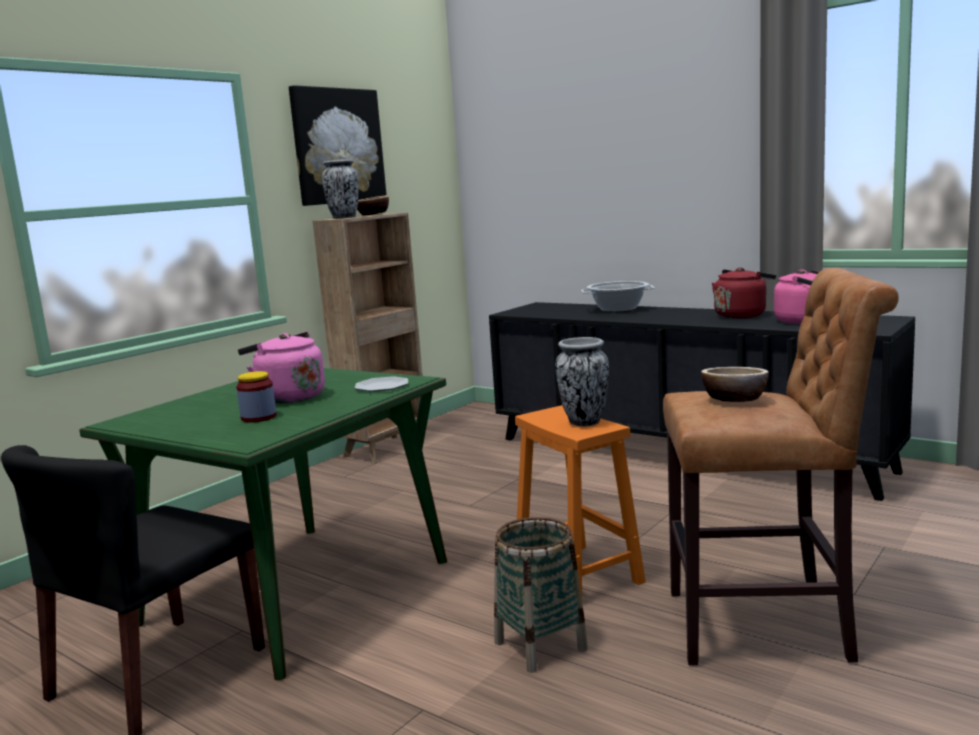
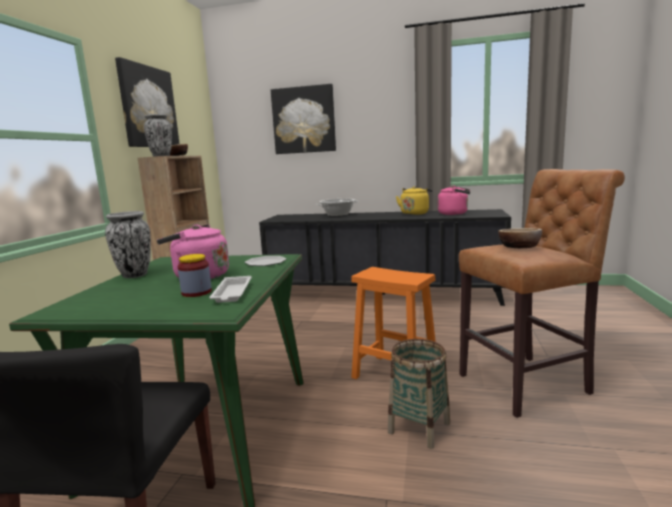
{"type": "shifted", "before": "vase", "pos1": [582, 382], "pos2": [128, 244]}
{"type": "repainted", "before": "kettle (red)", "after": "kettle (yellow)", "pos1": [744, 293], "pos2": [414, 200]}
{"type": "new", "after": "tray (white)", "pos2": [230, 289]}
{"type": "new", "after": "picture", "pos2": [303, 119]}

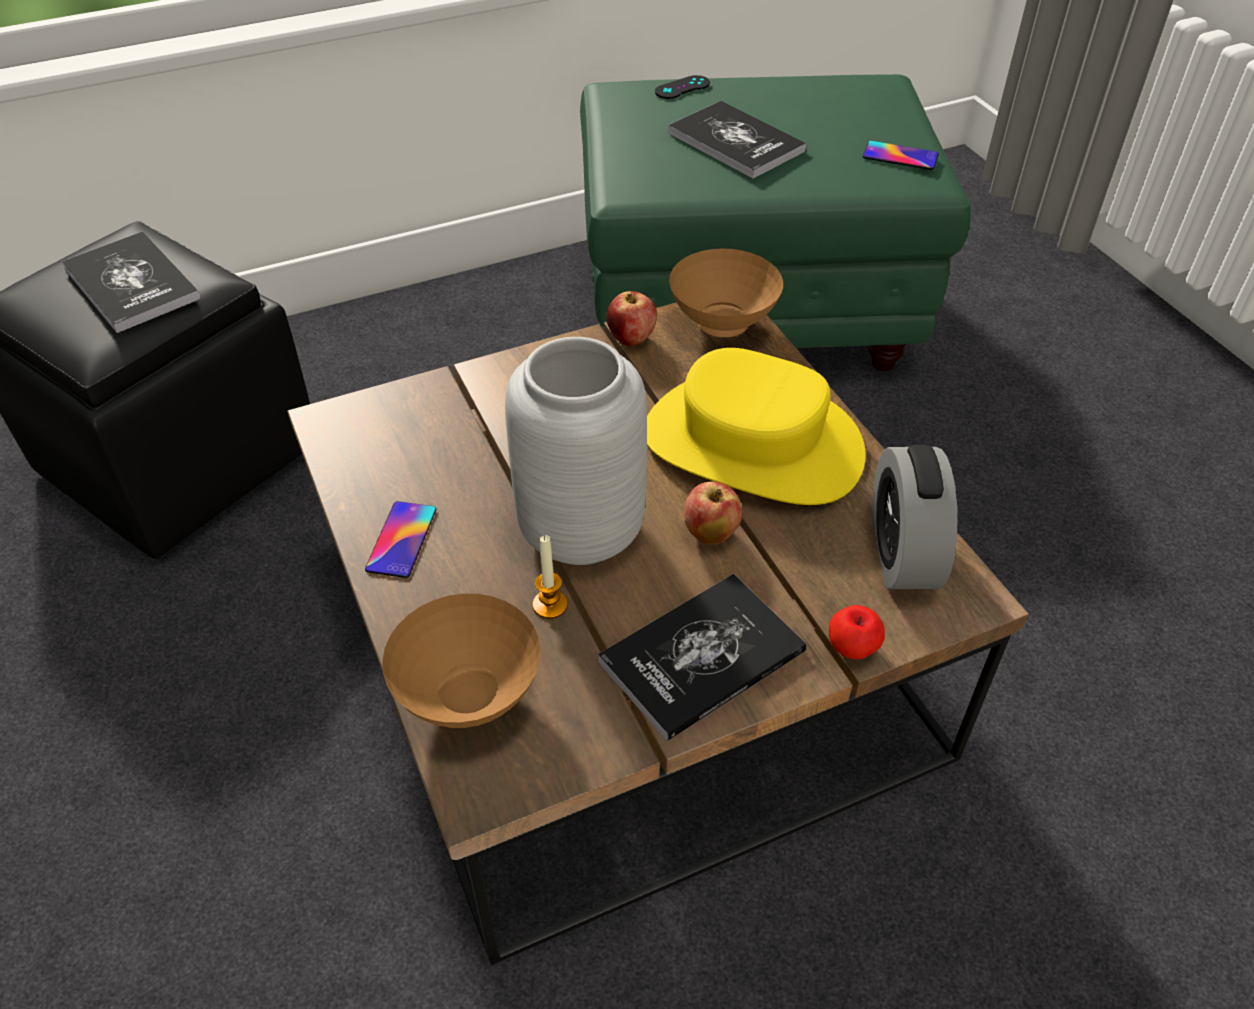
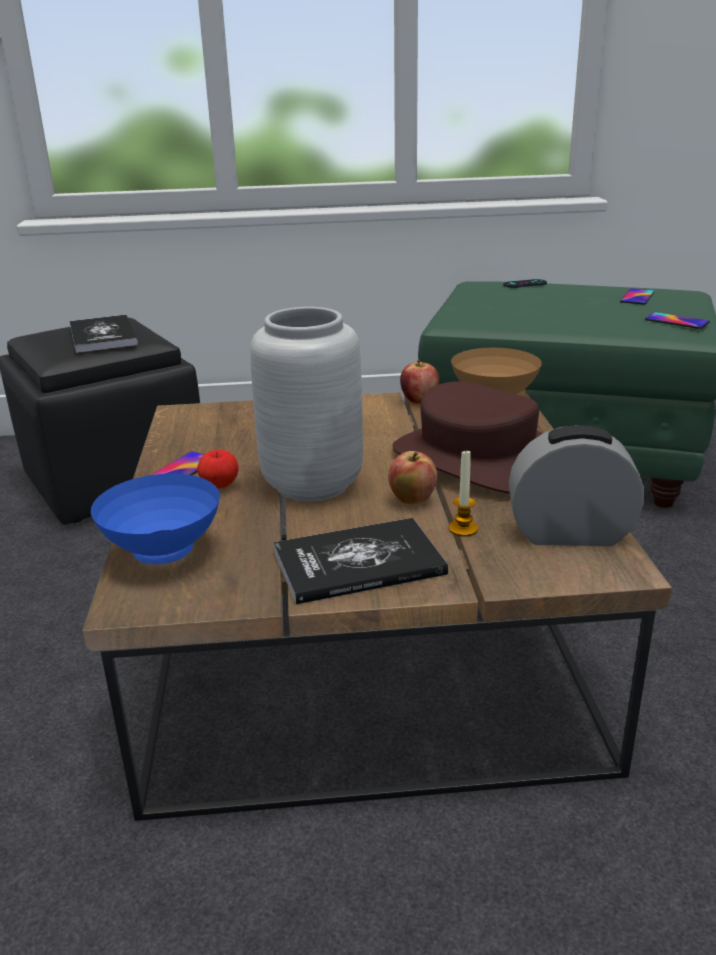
{"type": "repainted", "before": "bowl (brown)", "after": "bowl (blue)", "pos1": [461, 661], "pos2": [155, 519]}
{"type": "shifted", "before": "candle", "pos1": [550, 577], "pos2": [464, 494]}
{"type": "repainted", "before": "hat (yellow)", "after": "hat (brown)", "pos1": [756, 426], "pos2": [467, 437]}
{"type": "gone", "before": "book", "pos1": [737, 140]}
{"type": "shifted", "before": "apple", "pos1": [857, 632], "pos2": [218, 469]}
{"type": "rotated", "before": "alarm clock", "pos1": [915, 517], "pos2": [576, 485], "turn": 75}
{"type": "new", "after": "phone", "pos2": [637, 296]}

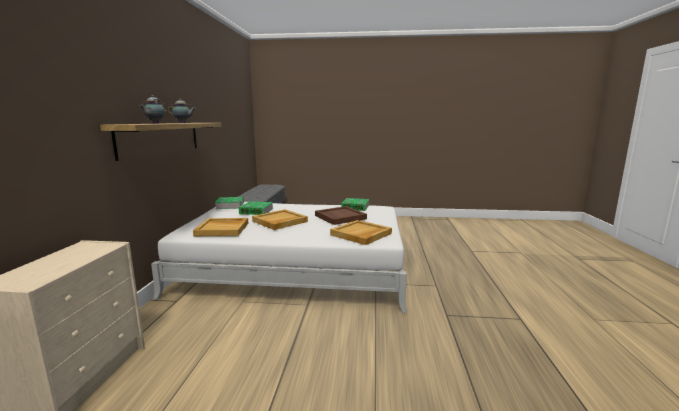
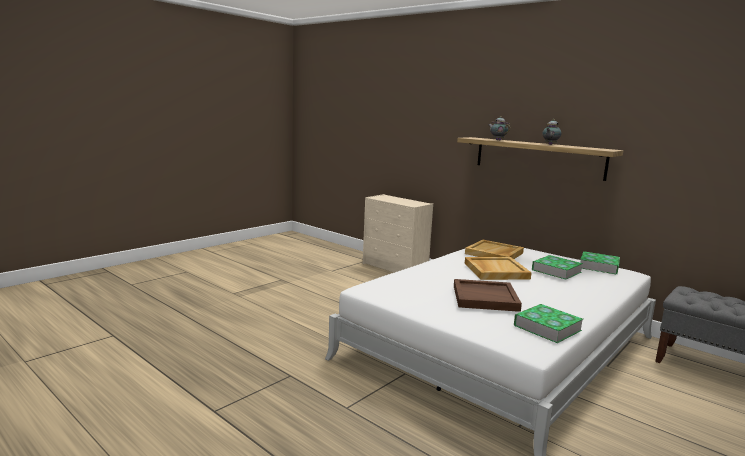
{"type": "gone", "before": "tray (beige)", "pos1": [361, 232]}

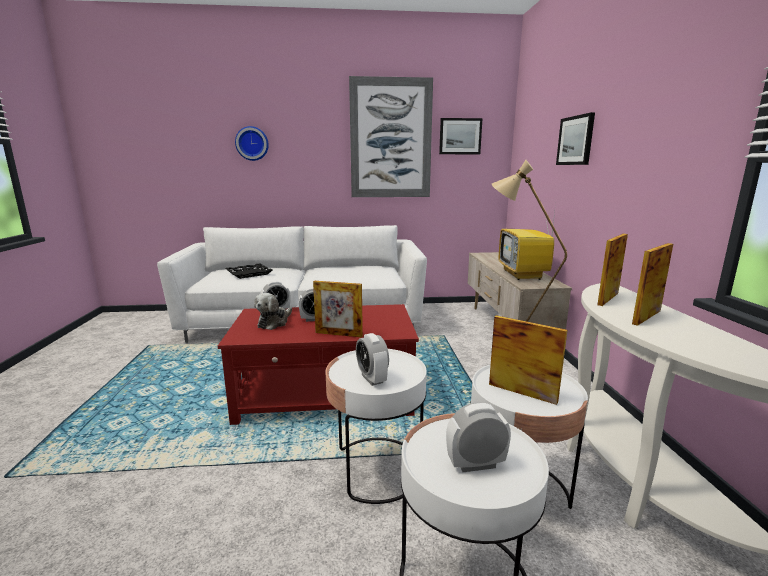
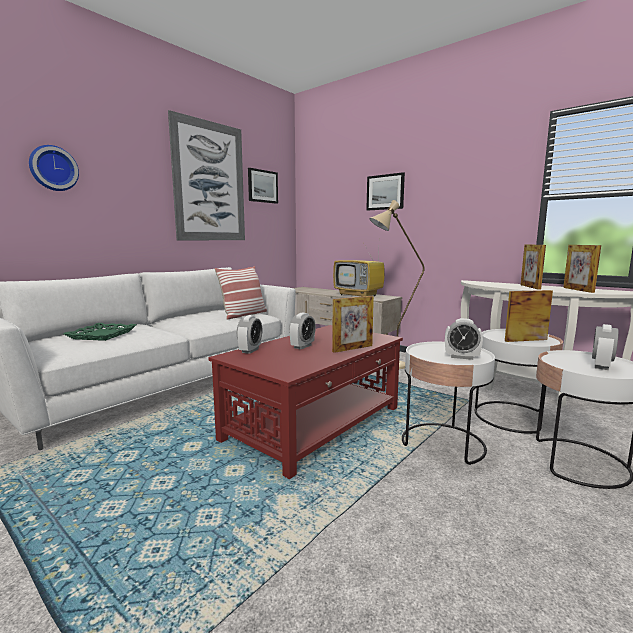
{"type": "repainted", "before": "tray (black)", "after": "tray (green)", "pos1": [248, 271], "pos2": [100, 332]}
{"type": "gone", "before": "plush toy", "pos1": [273, 311]}
{"type": "shifted", "before": "picture frame", "pos1": [612, 270], "pos2": [582, 269]}
{"type": "new", "after": "pillow", "pos2": [241, 293]}

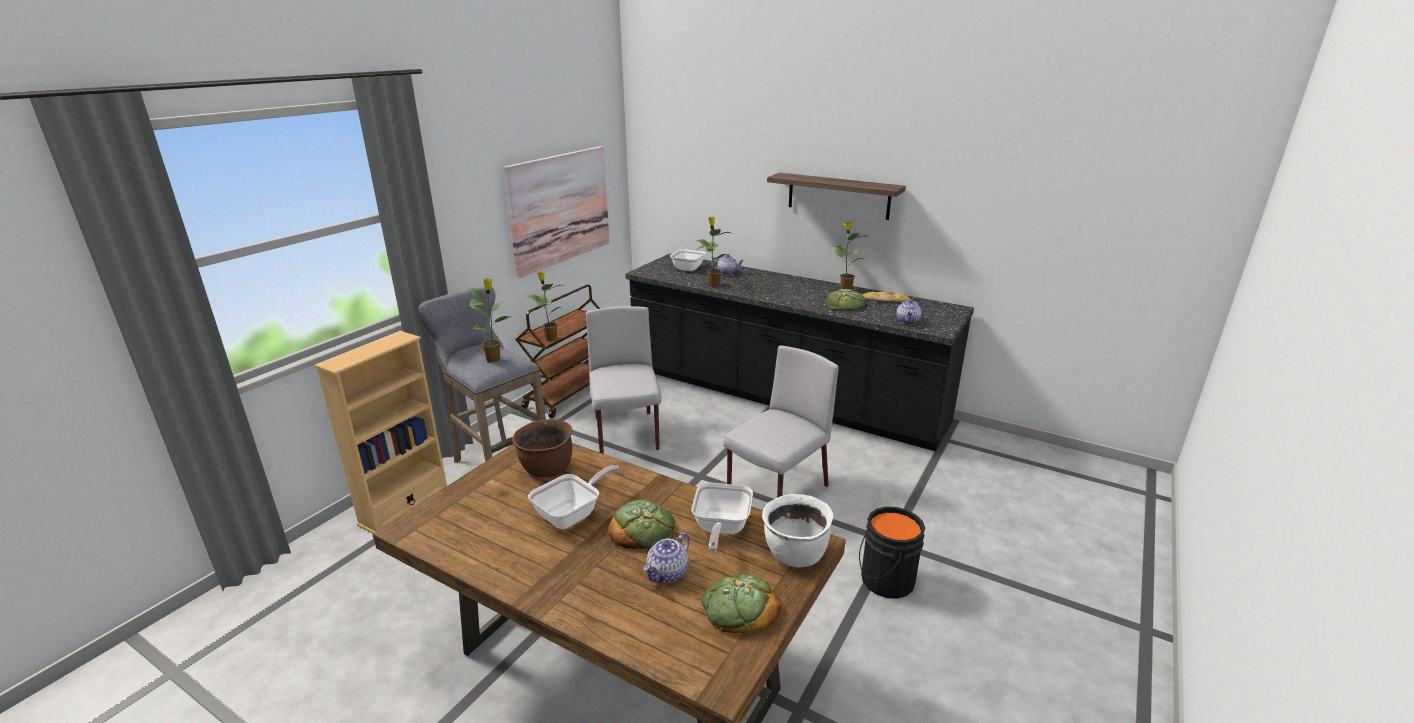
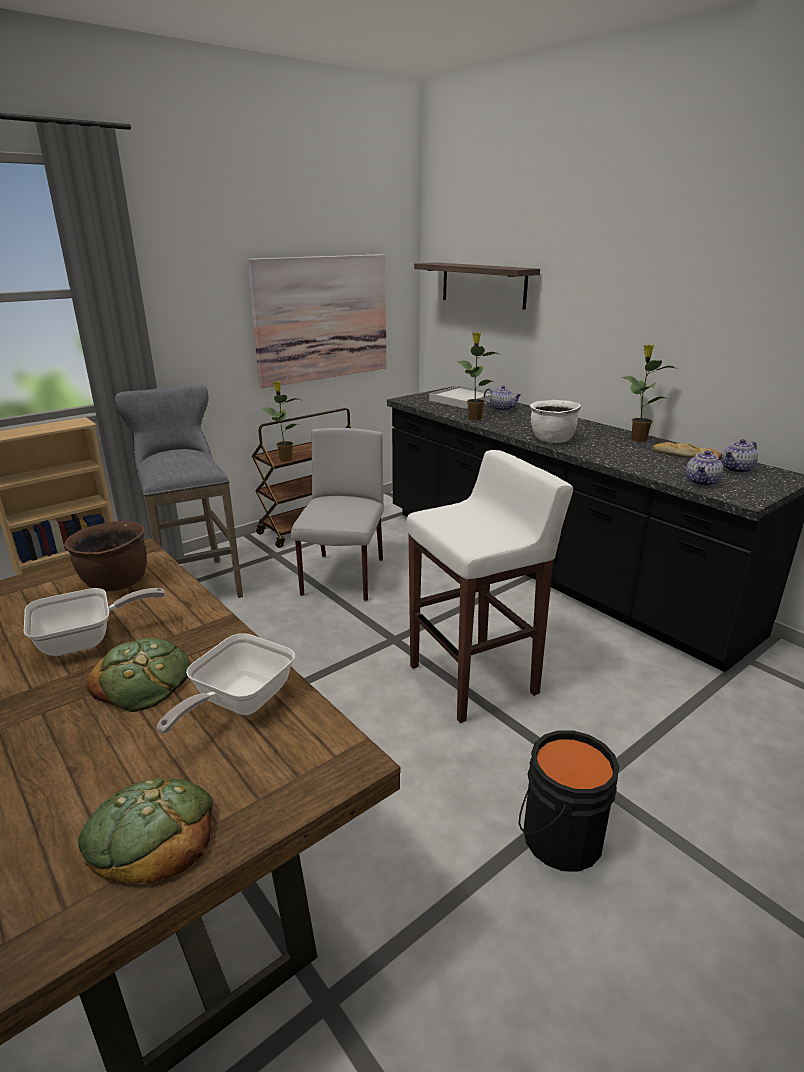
{"type": "gone", "before": "potted plant", "pos1": [490, 320]}
{"type": "shifted", "before": "teapot", "pos1": [666, 558], "pos2": [740, 456]}
{"type": "swapped", "before": "frying pan", "after": "tray (white)", "pos1": [687, 258], "pos2": [460, 397]}
{"type": "swapped", "before": "chair (grey)", "after": "stool (white)", "pos1": [781, 421], "pos2": [490, 586]}
{"type": "shifted", "before": "cooking pot (white)", "pos1": [798, 530], "pos2": [555, 421]}
{"type": "shifted", "before": "shelf", "pos1": [836, 196], "pos2": [477, 286]}
{"type": "gone", "before": "bread", "pos1": [846, 300]}

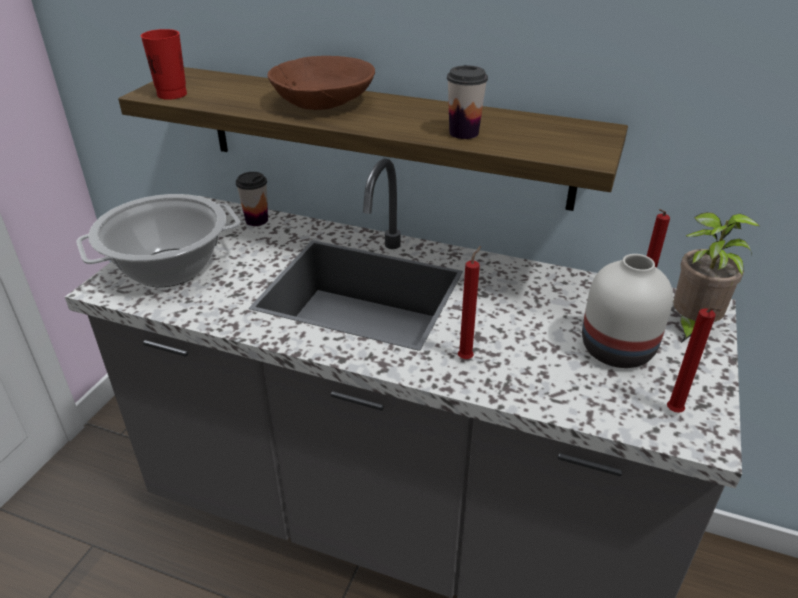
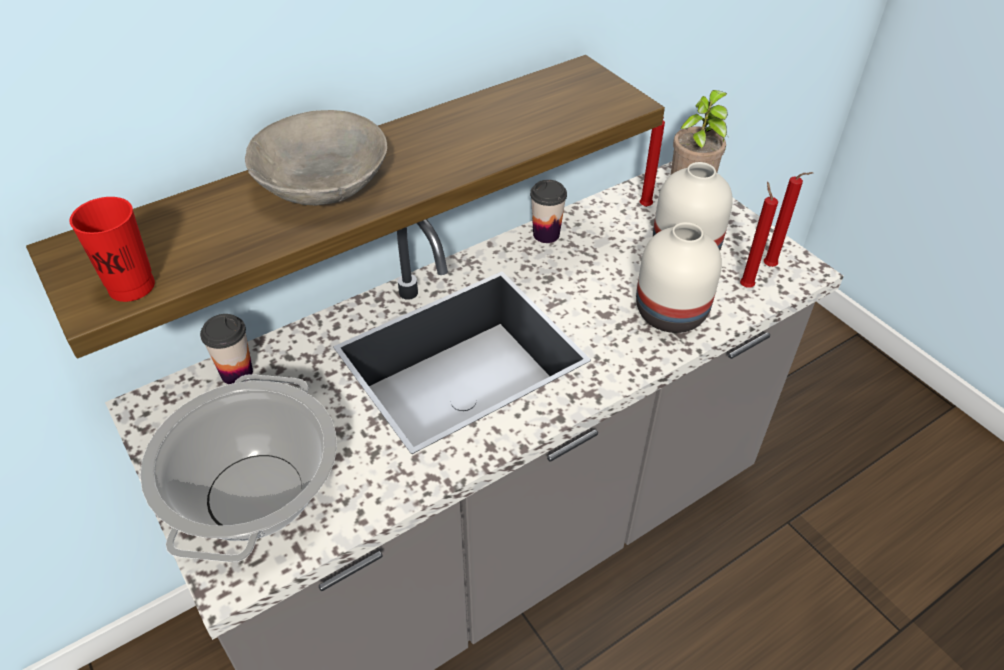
{"type": "repainted", "before": "bowl (brown)", "after": "bowl (grey)", "pos1": [321, 83], "pos2": [316, 157]}
{"type": "shifted", "before": "cup", "pos1": [467, 102], "pos2": [548, 211]}
{"type": "shifted", "before": "candle (red)", "pos1": [469, 302], "pos2": [759, 234]}
{"type": "new", "after": "vase (white)", "pos2": [679, 277]}

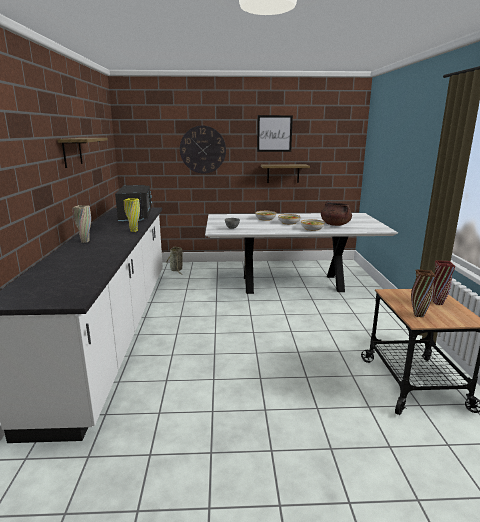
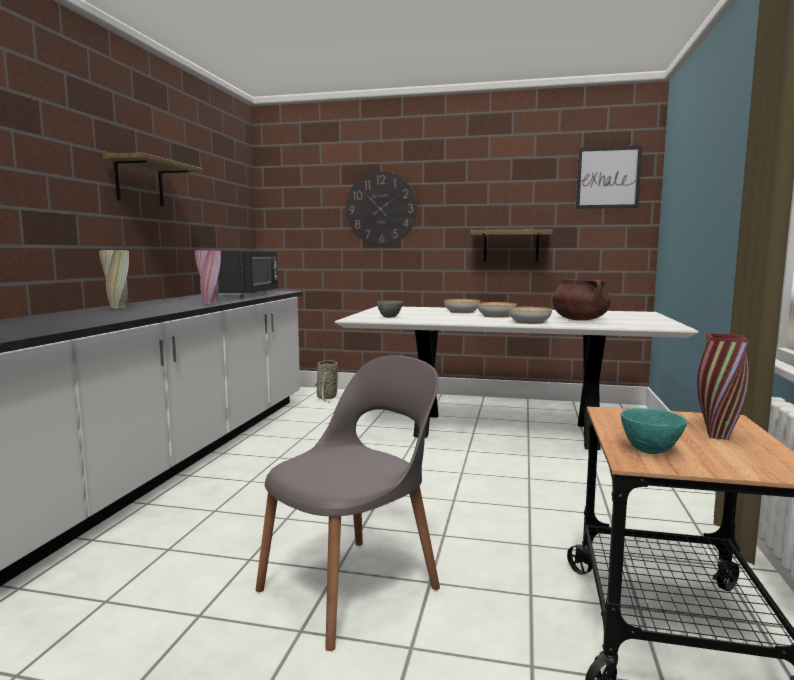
{"type": "repainted", "before": "vase (yellow)", "after": "vase (pink)", "pos1": [132, 215], "pos2": [208, 277]}
{"type": "shifted", "before": "picture", "pos1": [275, 133], "pos2": [609, 177]}
{"type": "swapped", "before": "vase (brown)", "after": "bowl (turquoise)", "pos1": [423, 293], "pos2": [654, 431]}
{"type": "new", "after": "chair (grey)", "pos2": [347, 503]}

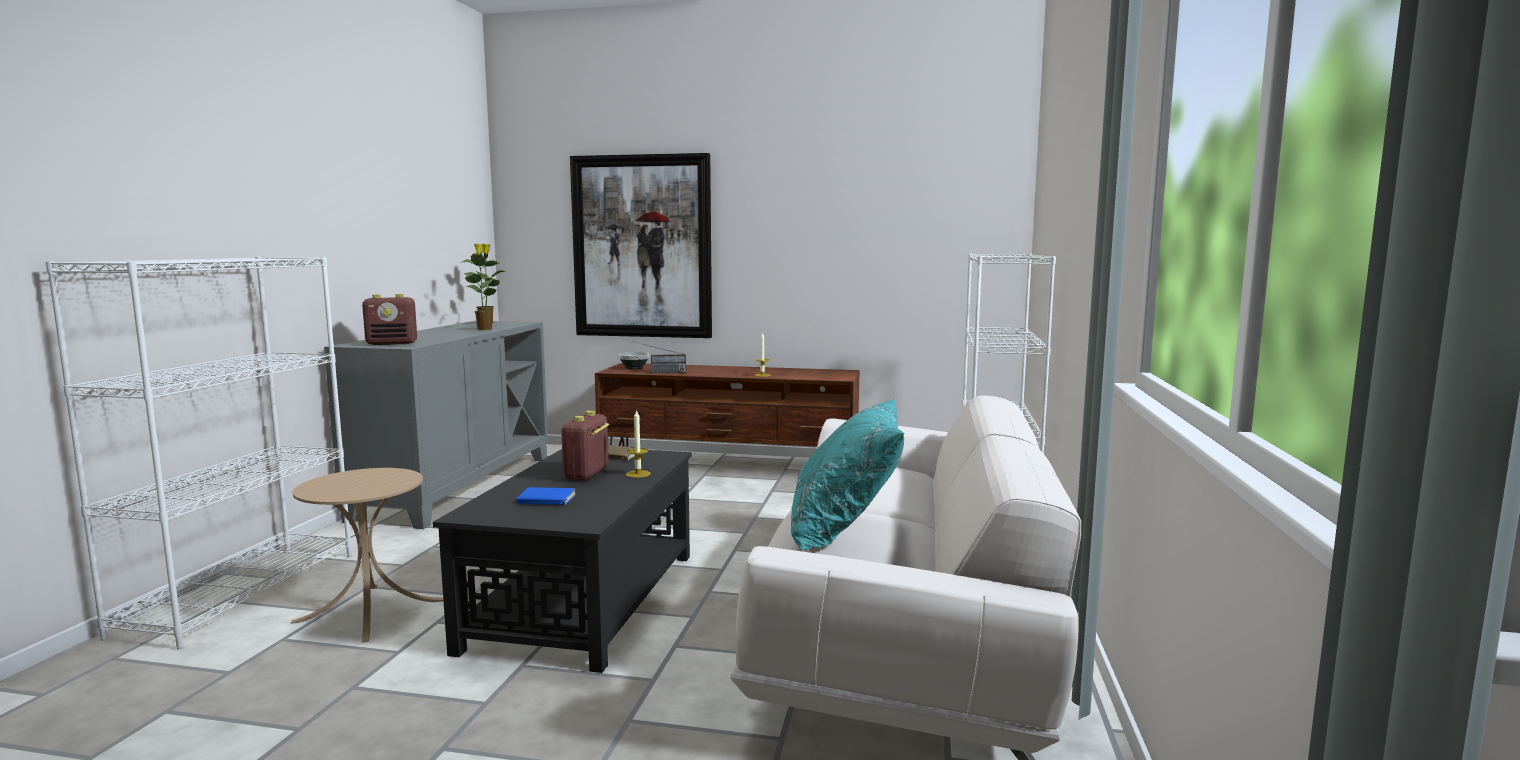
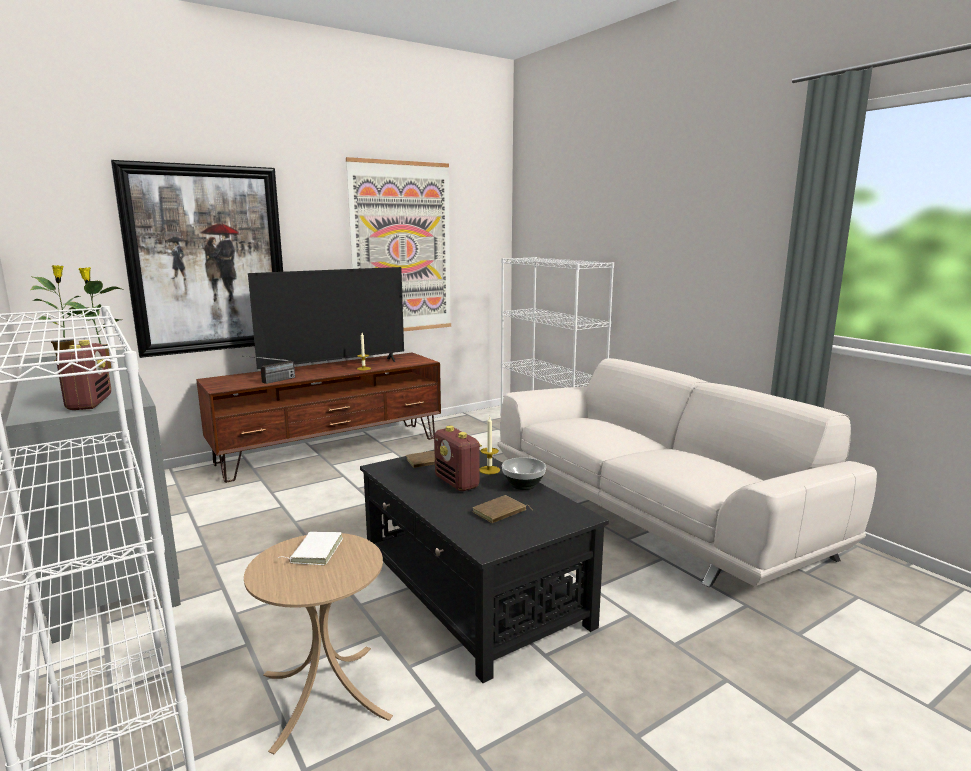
{"type": "rotated", "before": "radio", "pos1": [389, 319], "pos2": [82, 375], "turn": -45}
{"type": "repainted", "before": "book (blue)", "after": "book (brown)", "pos1": [546, 496], "pos2": [503, 509]}
{"type": "shifted", "before": "bowl", "pos1": [634, 361], "pos2": [524, 473]}
{"type": "gone", "before": "pillow (turquoise)", "pos1": [847, 474]}
{"type": "new", "after": "television", "pos2": [326, 318]}
{"type": "new", "after": "book (white)", "pos2": [310, 548]}
{"type": "new", "after": "picture", "pos2": [398, 244]}

